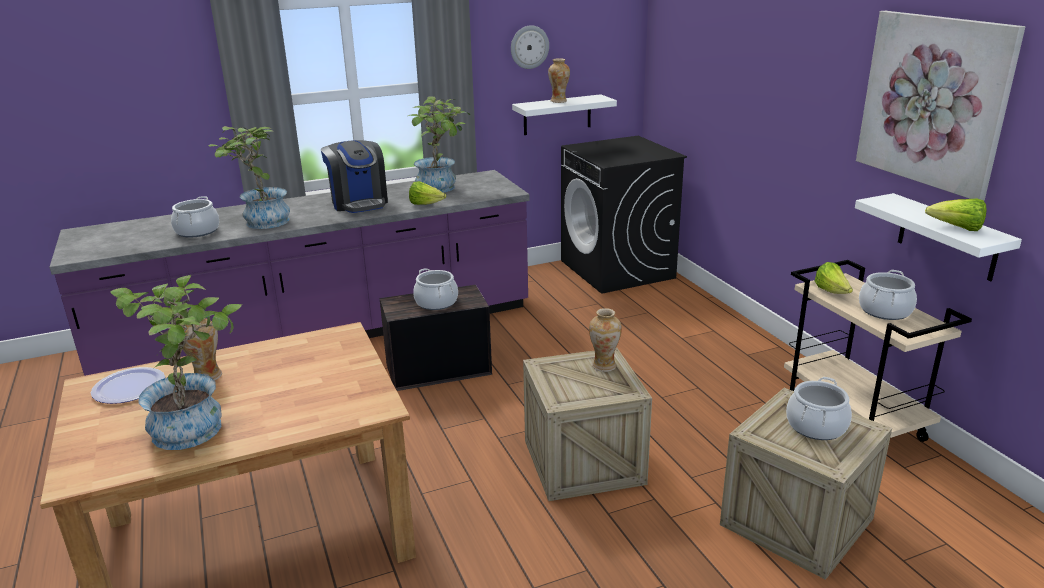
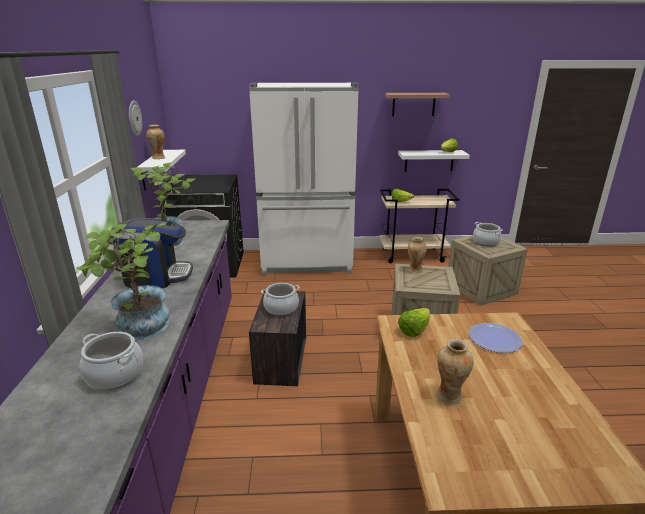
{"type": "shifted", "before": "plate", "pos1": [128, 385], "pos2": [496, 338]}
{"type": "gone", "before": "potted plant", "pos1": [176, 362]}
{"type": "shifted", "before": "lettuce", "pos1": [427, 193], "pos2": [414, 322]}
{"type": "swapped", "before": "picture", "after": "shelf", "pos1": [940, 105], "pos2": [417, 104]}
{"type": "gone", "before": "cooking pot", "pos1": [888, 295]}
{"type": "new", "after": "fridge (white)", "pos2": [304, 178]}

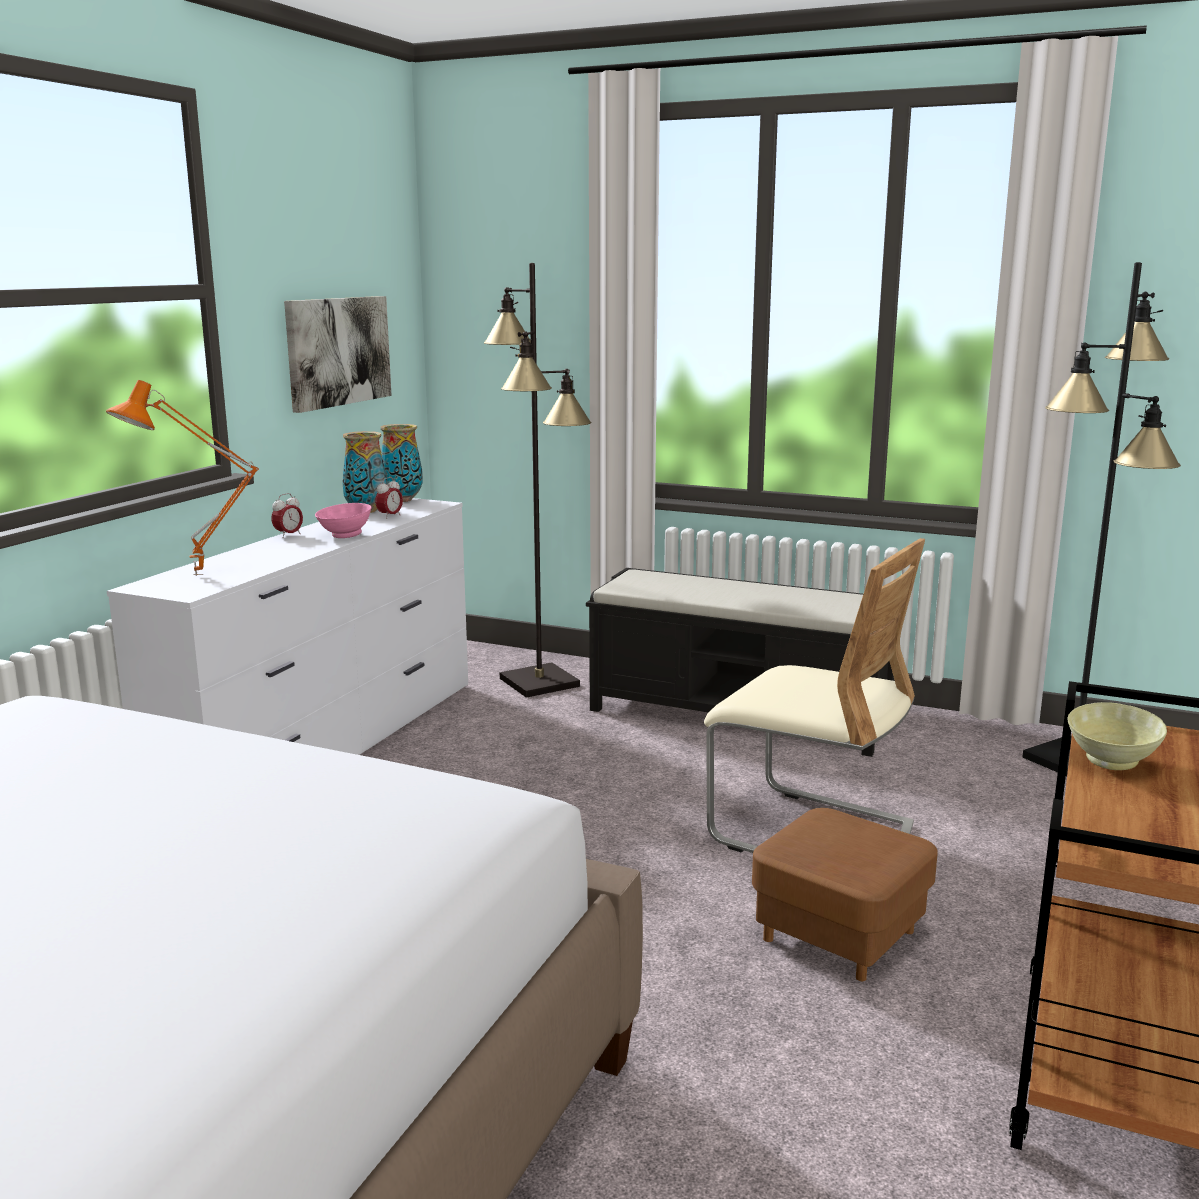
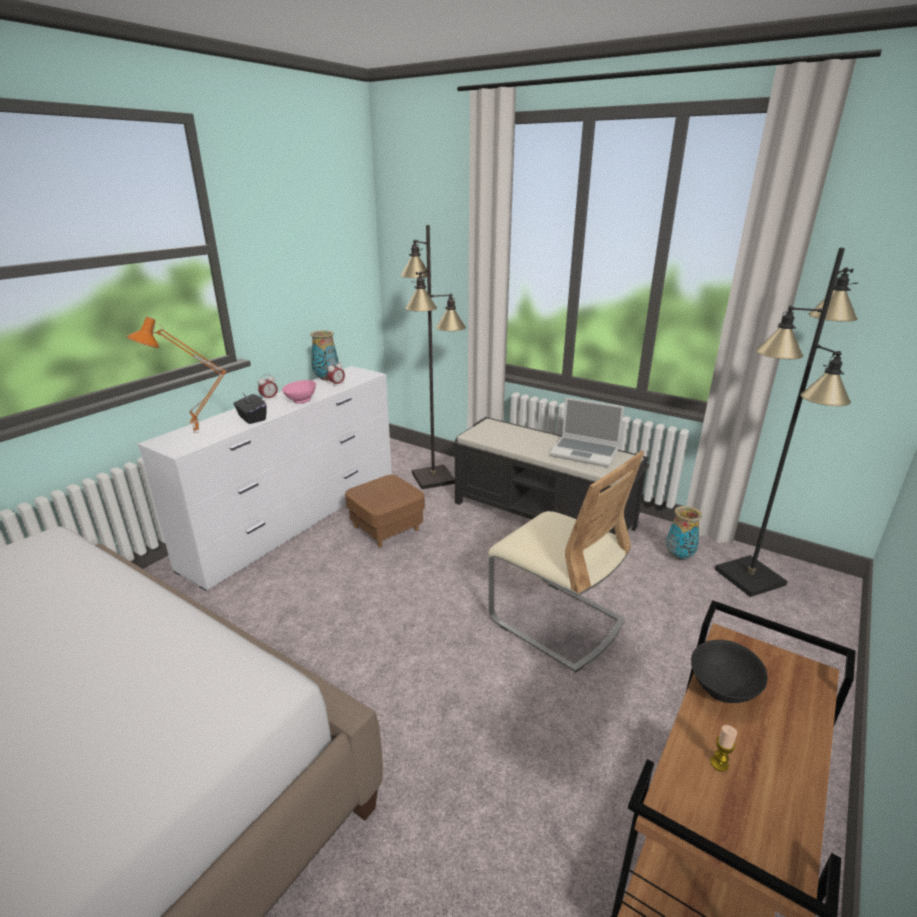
{"type": "gone", "before": "picture", "pos1": [338, 354]}
{"type": "shifted", "before": "vase", "pos1": [401, 463], "pos2": [684, 533]}
{"type": "shifted", "before": "ottoman (brown)", "pos1": [845, 894], "pos2": [385, 511]}
{"type": "repainted", "before": "bowl (beige)", "after": "bowl (black)", "pos1": [1117, 736], "pos2": [729, 671]}
{"type": "new", "after": "tissue box (black)", "pos2": [249, 408]}
{"type": "new", "after": "laptop", "pos2": [586, 432]}
{"type": "new", "after": "candle", "pos2": [723, 748]}

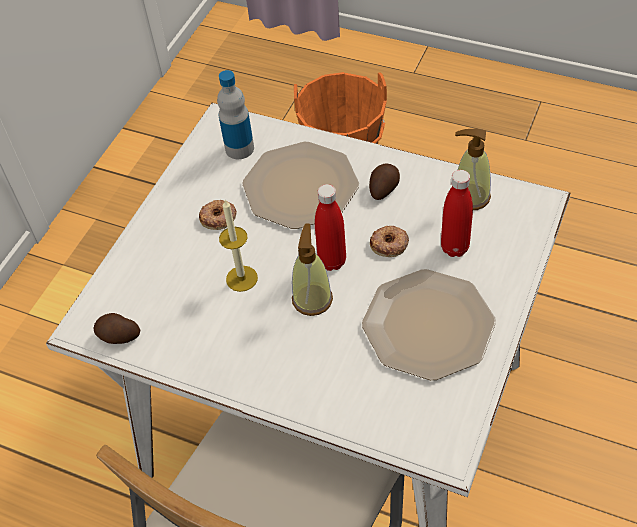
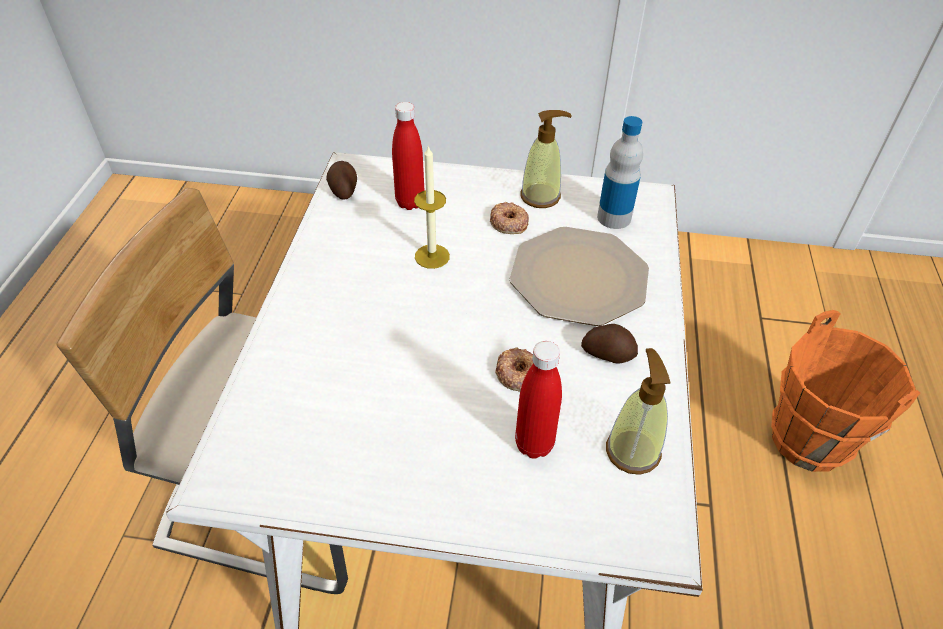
{"type": "shifted", "before": "soap dispenser", "pos1": [312, 270], "pos2": [546, 159]}
{"type": "shifted", "before": "bottle (red)", "pos1": [330, 227], "pos2": [408, 156]}
{"type": "gone", "before": "plate", "pos1": [429, 324]}

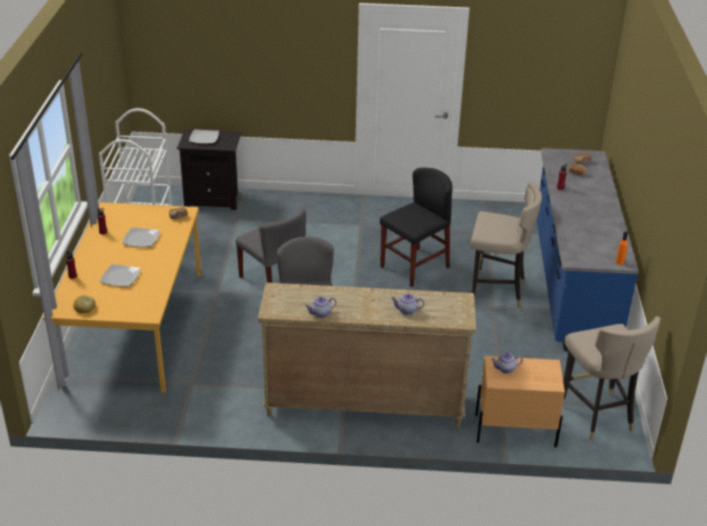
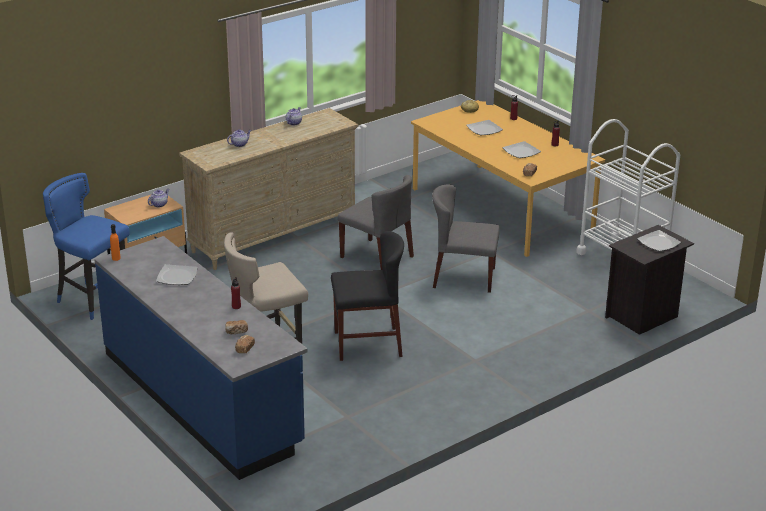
{"type": "rotated", "before": "chair (black)", "pos1": [416, 227], "pos2": [367, 296], "turn": -105}
{"type": "repainted", "before": "stool (beige)", "after": "stool (blue)", "pos1": [611, 378], "pos2": [86, 246]}
{"type": "new", "after": "plate", "pos2": [177, 274]}

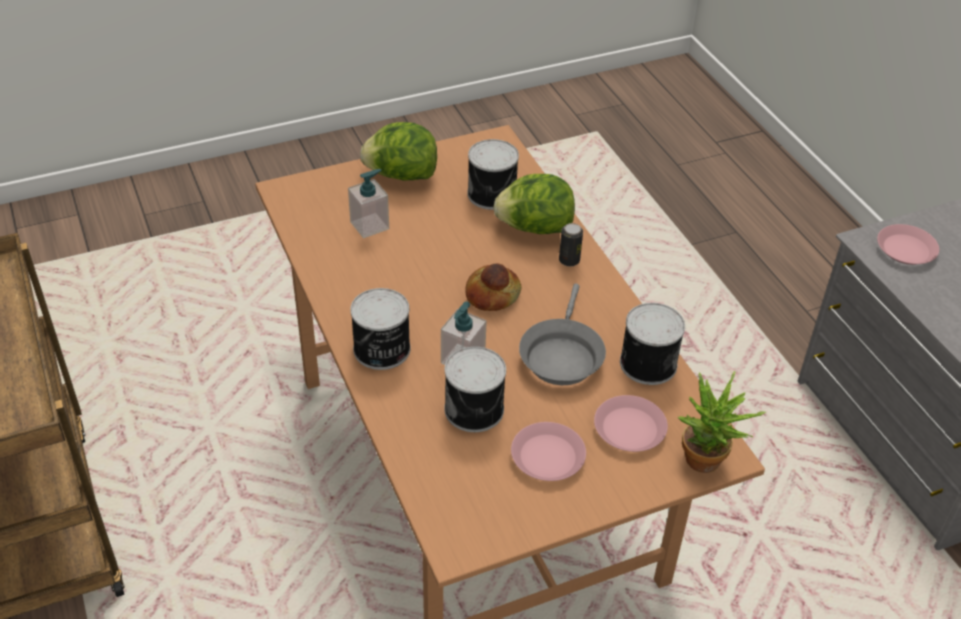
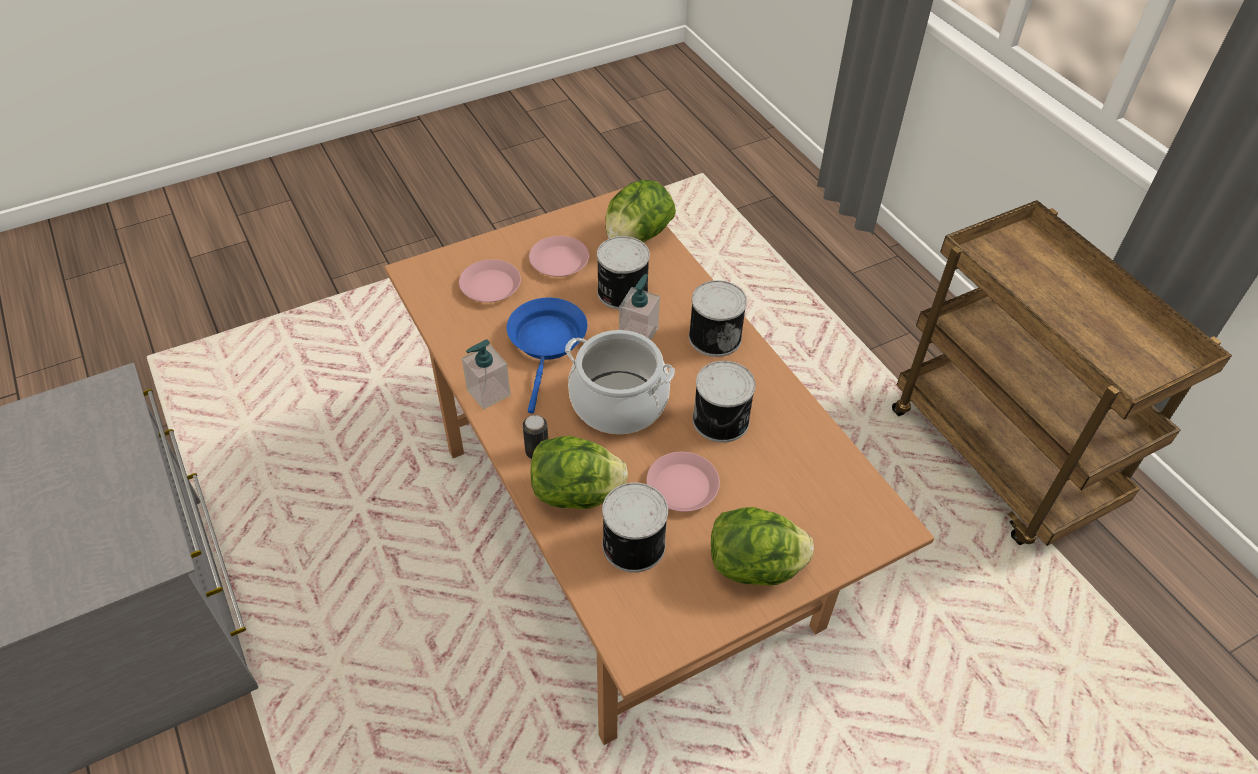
{"type": "shifted", "before": "soap dispenser", "pos1": [368, 203], "pos2": [486, 374]}
{"type": "swapped", "before": "bread", "after": "cooking pot", "pos1": [493, 287], "pos2": [620, 382]}
{"type": "repainted", "before": "frying pan (grey)", "after": "frying pan (blue)", "pos1": [562, 334], "pos2": [547, 356]}
{"type": "shifted", "before": "can", "pos1": [652, 344], "pos2": [724, 402]}
{"type": "gone", "before": "potted plant", "pos1": [722, 422]}
{"type": "shifted", "before": "plate (pink)", "pos1": [908, 244], "pos2": [683, 482]}
{"type": "new", "after": "lettuce", "pos2": [641, 211]}

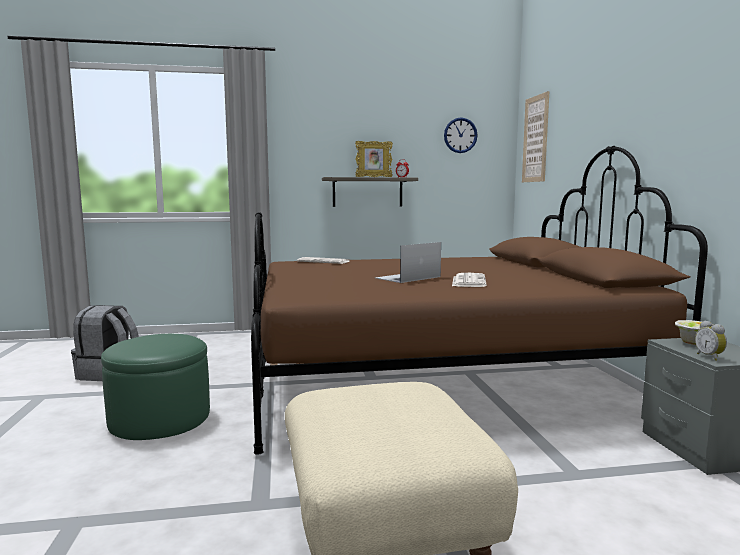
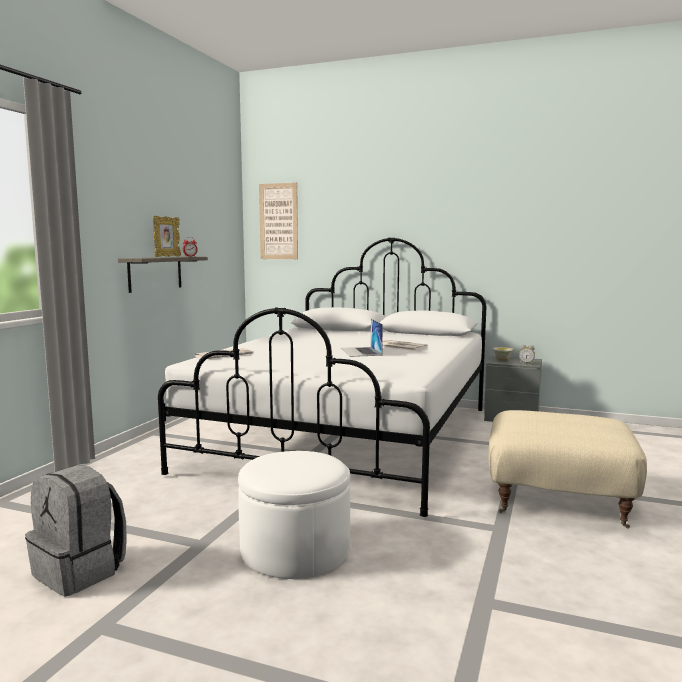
{"type": "repainted", "before": "ottoman (green)", "after": "ottoman (white)", "pos1": [155, 387], "pos2": [294, 515]}
{"type": "repainted", "before": "bed (brown)", "after": "bed (white)", "pos1": [479, 300], "pos2": [322, 377]}
{"type": "gone", "before": "wall clock", "pos1": [461, 135]}

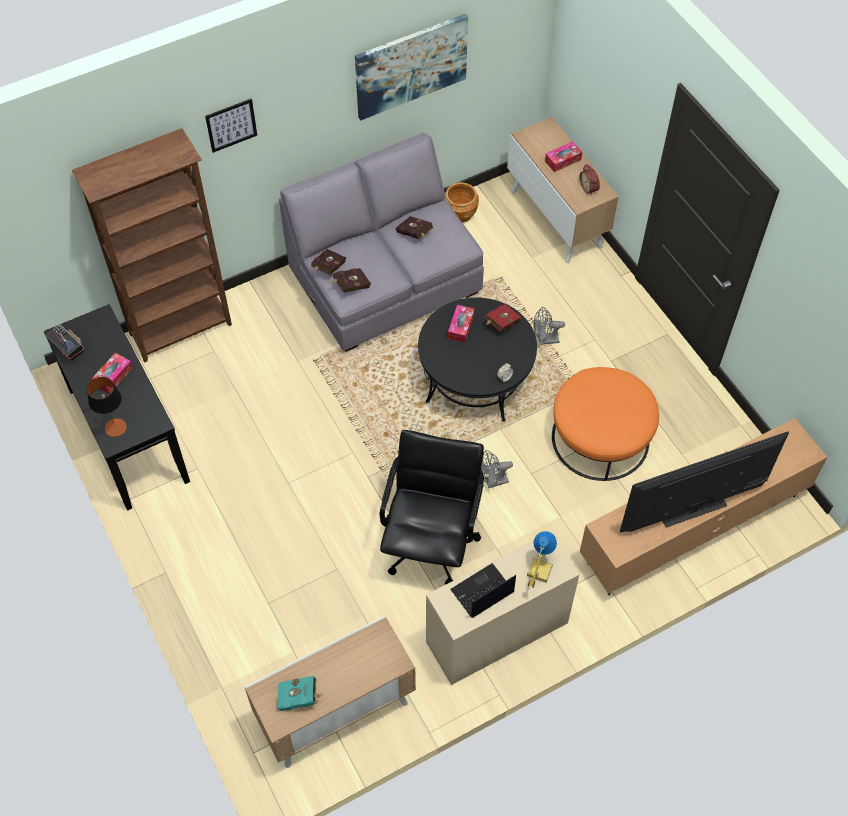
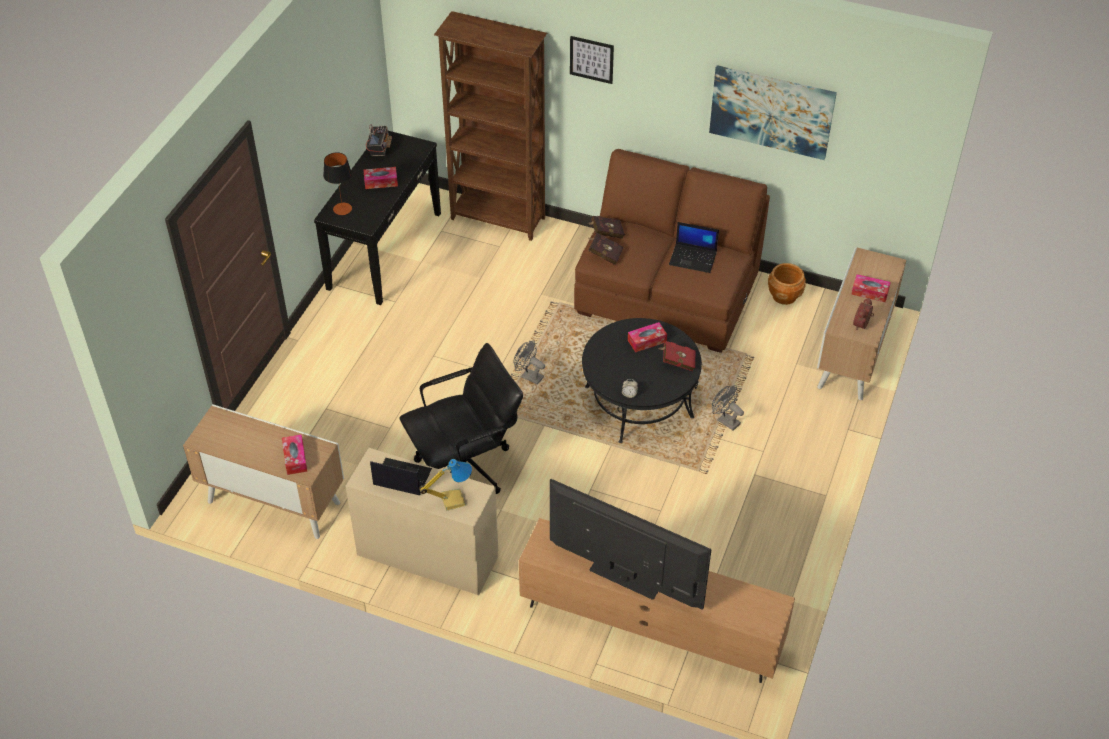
{"type": "gone", "before": "book (turquoise)", "pos1": [299, 693]}
{"type": "repainted", "before": "sofa (grey)", "after": "sofa (brown)", "pos1": [381, 242], "pos2": [672, 251]}
{"type": "swapped", "before": "book (red)", "after": "laptop", "pos1": [414, 227], "pos2": [694, 247]}
{"type": "shifted", "before": "fan (grey)", "pos1": [497, 469], "pos2": [529, 363]}
{"type": "gone", "before": "ottoman (orange)", "pos1": [605, 424]}
{"type": "new", "after": "tissue box", "pos2": [294, 454]}

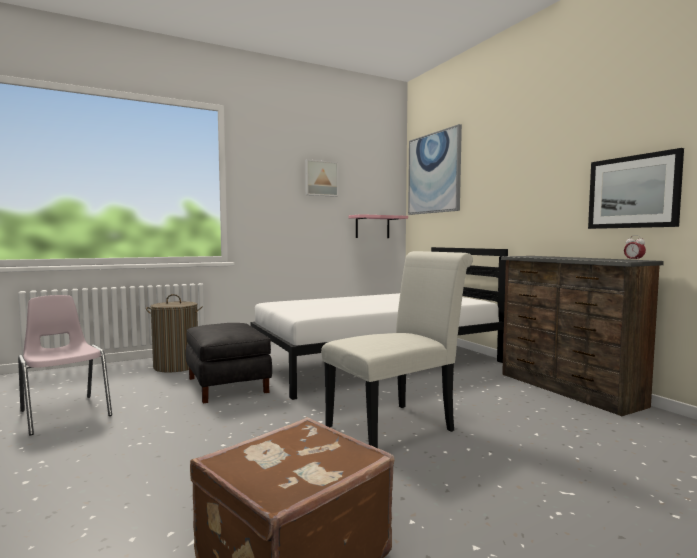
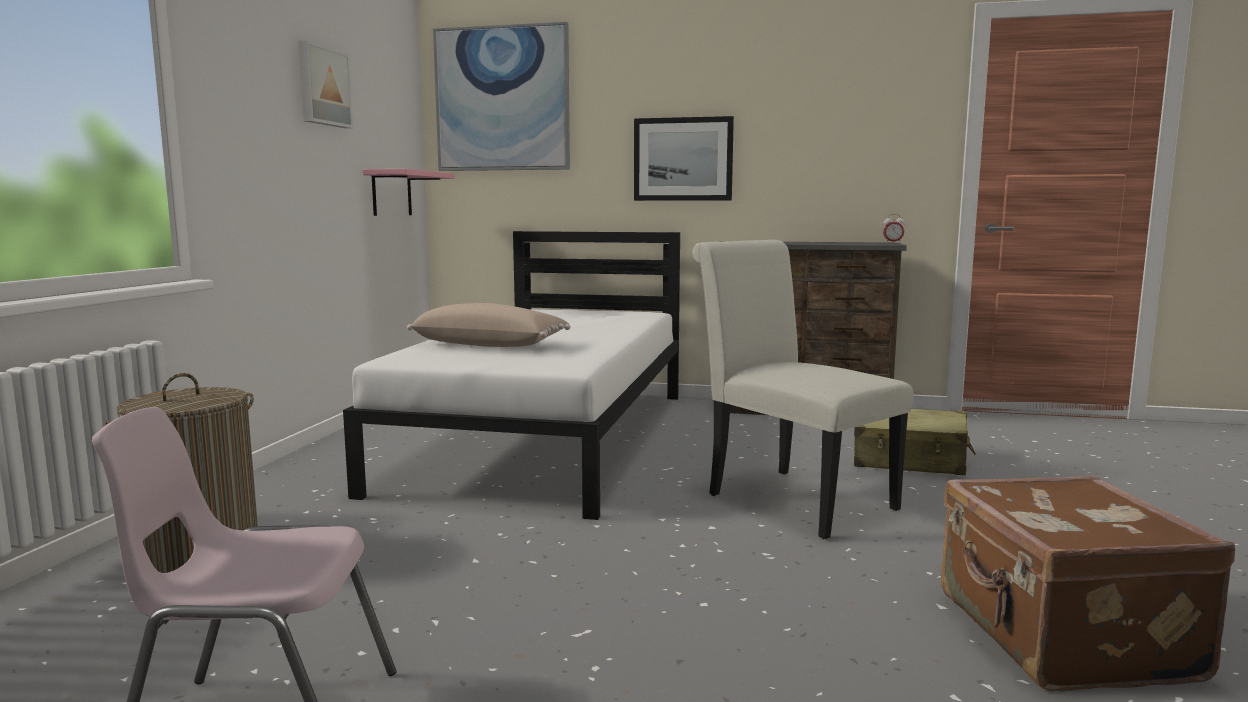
{"type": "gone", "before": "ottoman (black)", "pos1": [228, 363]}
{"type": "rotated", "before": "chair (white)", "pos1": [397, 349], "pos2": [802, 389], "turn": -45}
{"type": "shifted", "before": "picture", "pos1": [636, 188], "pos2": [684, 158]}
{"type": "new", "after": "pillow (beige)", "pos2": [489, 325]}
{"type": "new", "after": "suitcase (beige)", "pos2": [915, 442]}

